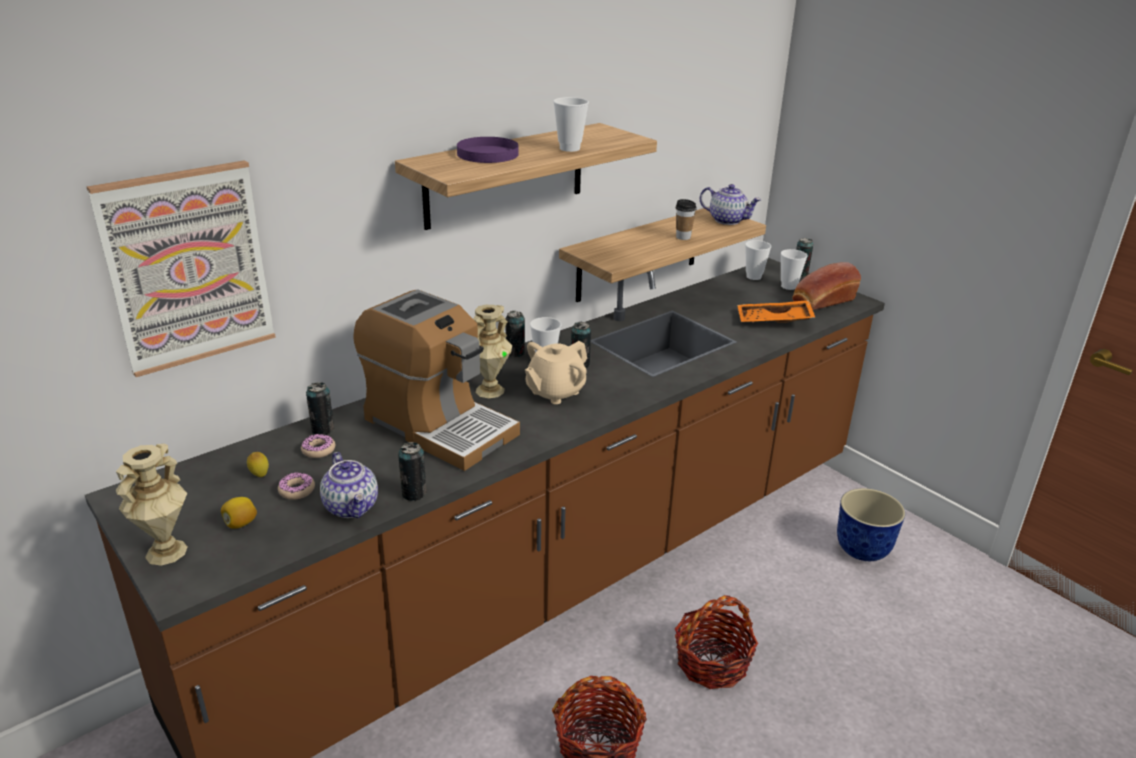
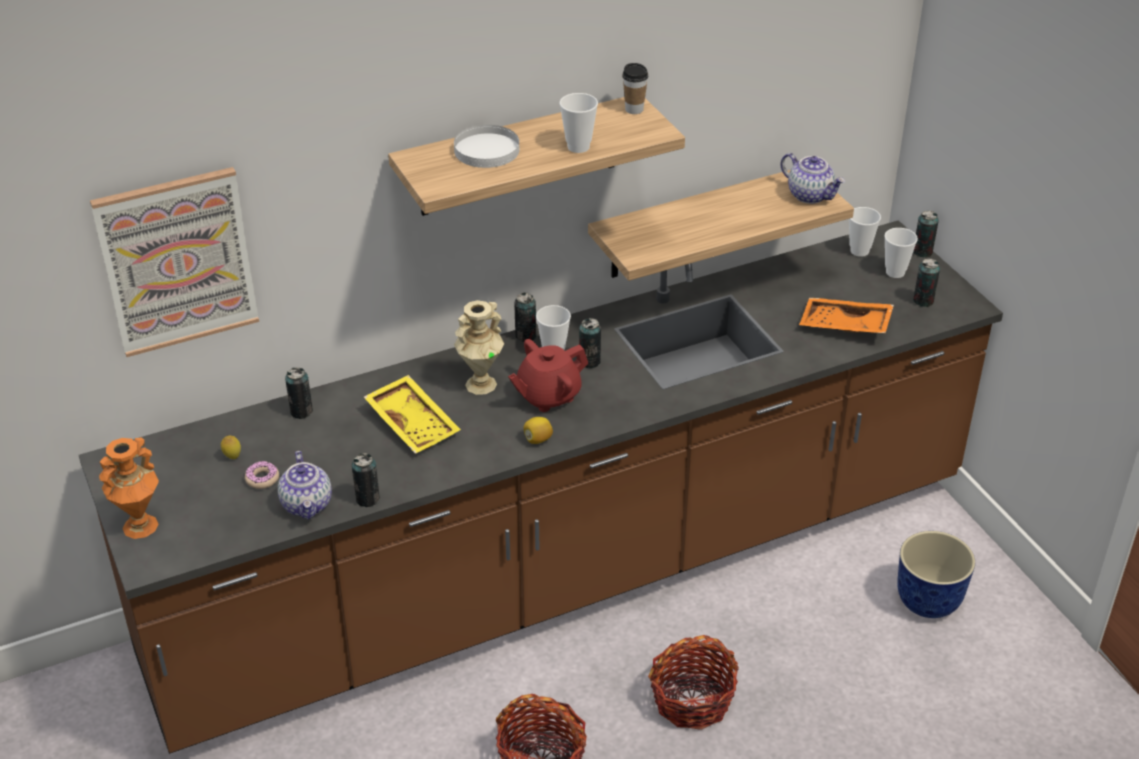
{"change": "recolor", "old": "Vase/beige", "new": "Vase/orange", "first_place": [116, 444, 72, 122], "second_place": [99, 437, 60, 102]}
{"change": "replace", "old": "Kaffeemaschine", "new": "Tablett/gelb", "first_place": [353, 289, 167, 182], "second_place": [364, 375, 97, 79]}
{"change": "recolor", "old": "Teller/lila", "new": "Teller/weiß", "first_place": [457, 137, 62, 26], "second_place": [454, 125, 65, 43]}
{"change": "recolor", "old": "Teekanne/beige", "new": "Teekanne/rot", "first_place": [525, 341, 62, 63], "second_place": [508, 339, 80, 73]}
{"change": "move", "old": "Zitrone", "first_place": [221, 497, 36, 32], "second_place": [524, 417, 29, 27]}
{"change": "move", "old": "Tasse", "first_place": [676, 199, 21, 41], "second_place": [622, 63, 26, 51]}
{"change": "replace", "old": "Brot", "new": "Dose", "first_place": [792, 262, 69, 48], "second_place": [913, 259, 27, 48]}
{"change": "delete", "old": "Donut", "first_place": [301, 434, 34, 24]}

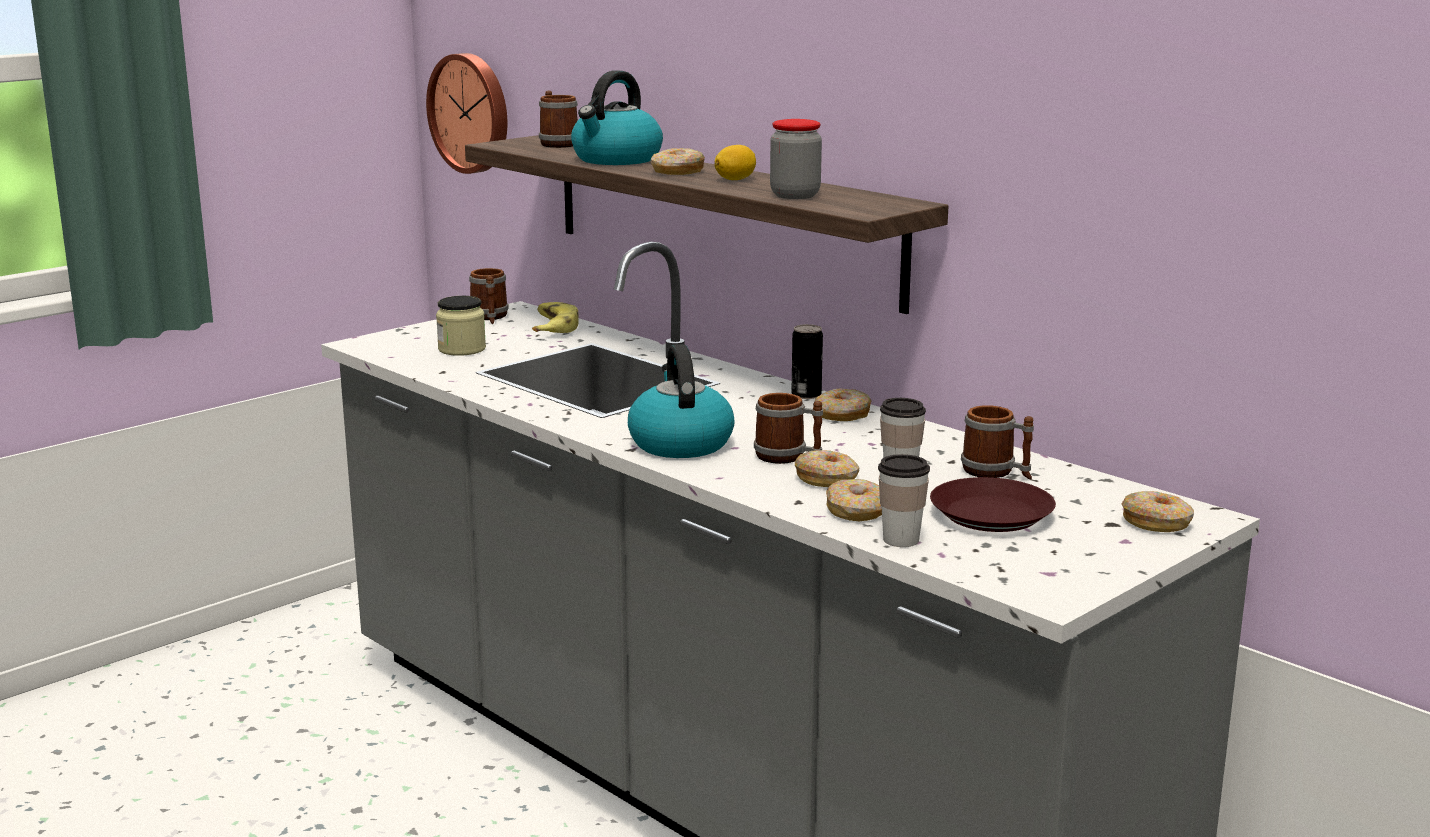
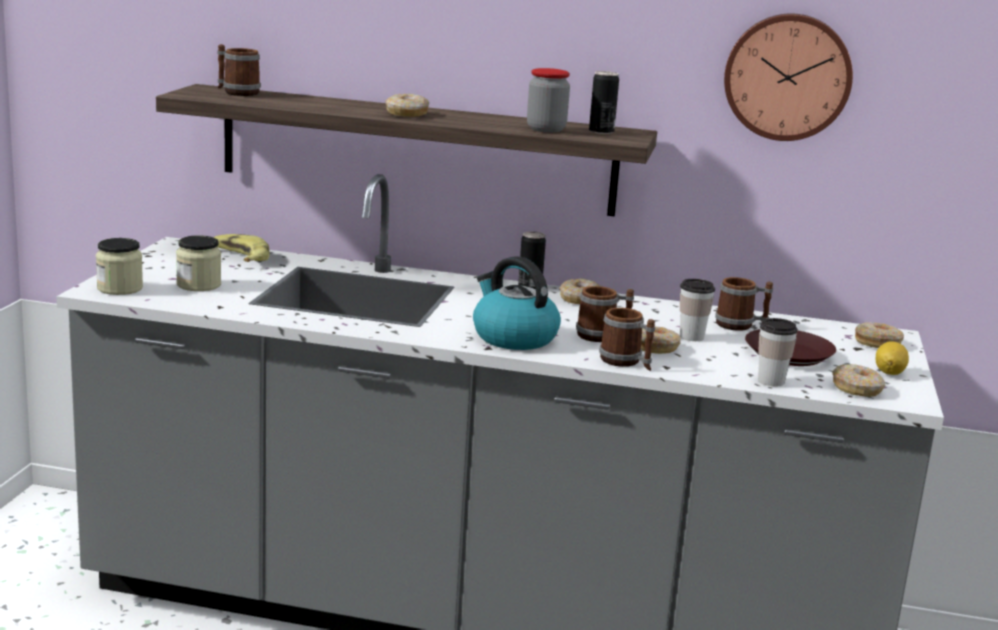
{"change": "insert", "new": "Vorratsglas", "second_place": [96, 238, 47, 57]}
{"change": "insert", "new": "Dose", "second_place": [589, 71, 30, 63]}
{"change": "move", "old": "Henkelbecher", "first_place": [469, 268, 40, 56], "second_place": [599, 308, 56, 63]}
{"change": "move", "old": "Wanduhr", "first_place": [426, 53, 81, 121], "second_place": [724, 13, 129, 128]}
{"change": "move", "old": "Donut", "first_place": [826, 479, 56, 42], "second_place": [832, 364, 53, 33]}
{"change": "move", "old": "Zitrone", "first_place": [715, 145, 41, 35], "second_place": [876, 341, 33, 34]}
{"change": "delete", "old": "Wasserkessel", "first_place": [571, 70, 92, 95]}

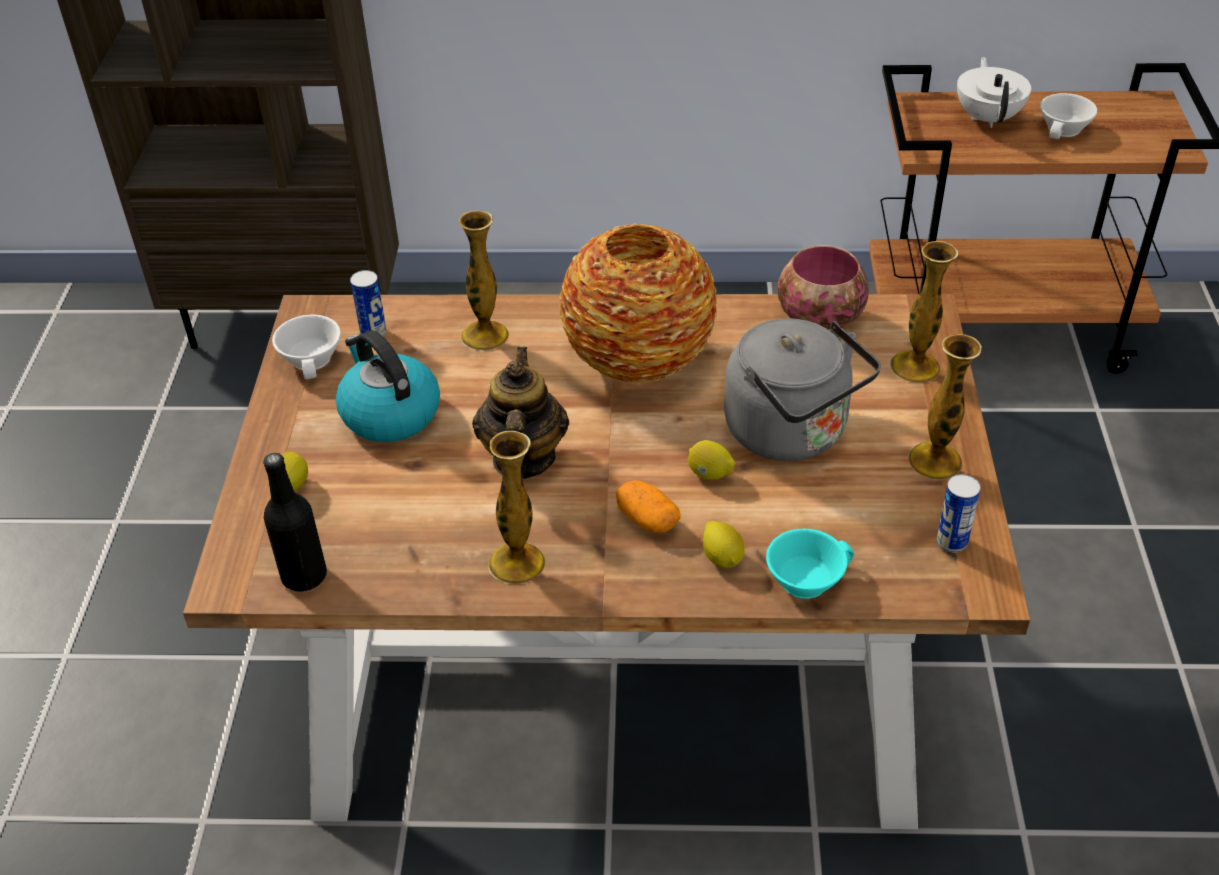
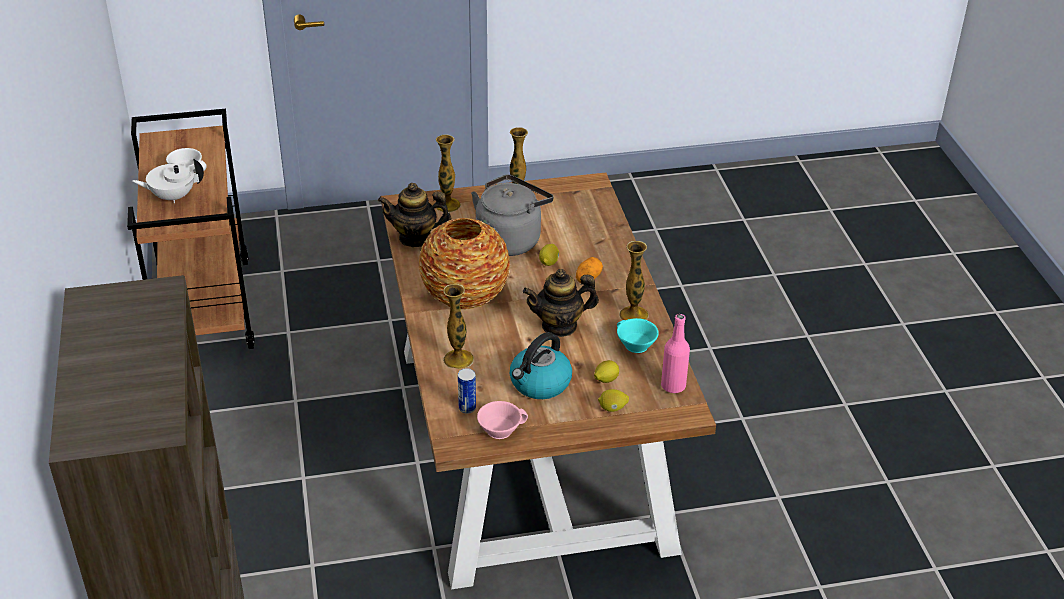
{"change": "replace", "old": "Schüssel", "new": "Teekanne", "first_place": [778, 245, 91, 85], "second_place": [378, 183, 73, 64]}
{"change": "recolor", "old": "Tasse/weiß", "new": "Tasse/rosa", "first_place": [272, 315, 69, 64], "second_place": [477, 401, 51, 38]}
{"change": "move", "old": "Zitrone", "first_place": [703, 521, 42, 47], "second_place": [594, 360, 25, 23]}
{"change": "move", "old": "Tasse/türkis", "first_place": [766, 529, 88, 70], "second_place": [617, 318, 42, 35]}
{"change": "recolor", "old": "Flasche/schwarz", "new": "Flasche/rosa", "first_place": [263, 453, 64, 139], "second_place": [661, 314, 29, 79]}
{"change": "delete", "old": "Dose", "first_place": [937, 474, 44, 79]}

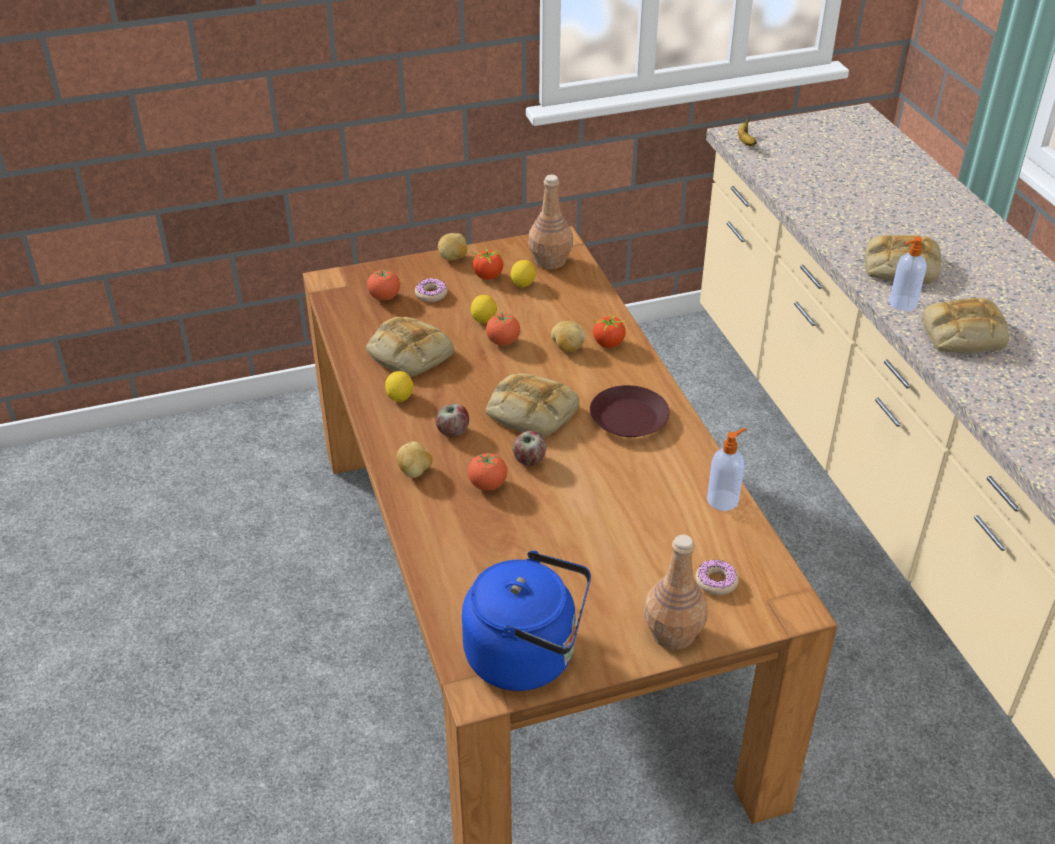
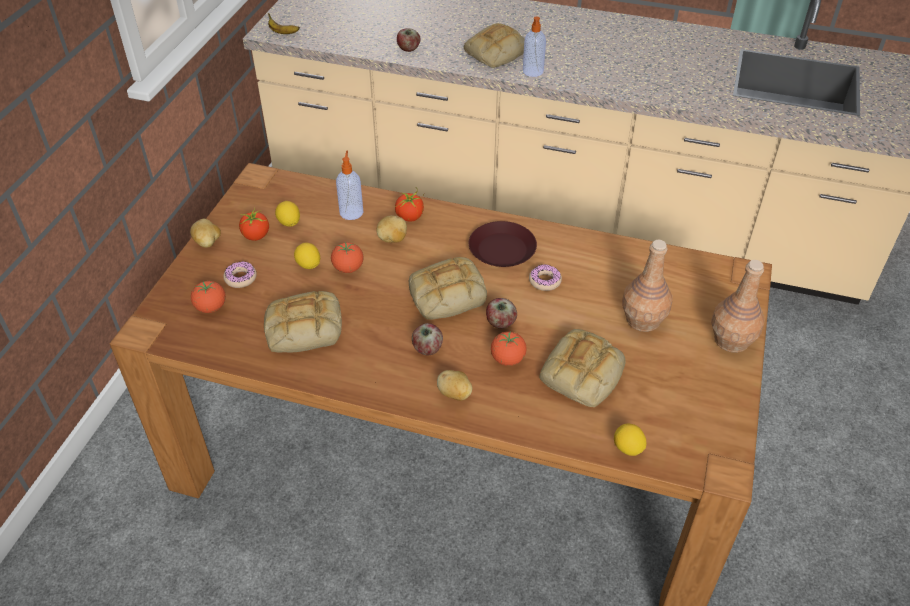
{"change": "move", "old": "Seifenspender", "first_place": [707, 428, 40, 83], "second_place": [336, 150, 27, 70]}
{"change": "insert", "new": "Apfel", "second_place": [397, 28, 23, 24]}
{"change": "move", "old": "Donut", "first_place": [696, 560, 43, 35], "second_place": [529, 264, 33, 27]}
{"change": "move", "old": "Brot", "first_place": [922, 298, 87, 55], "second_place": [539, 329, 87, 78]}
{"change": "move", "old": "Zitrone", "first_place": [385, 371, 28, 31], "second_place": [614, 424, 32, 32]}
{"change": "move", "old": "Flasche/braun", "first_place": [528, 175, 45, 94], "second_place": [622, 240, 51, 92]}
{"change": "delete", "old": "Wasserkessel/blau", "first_place": [462, 551, 129, 140]}

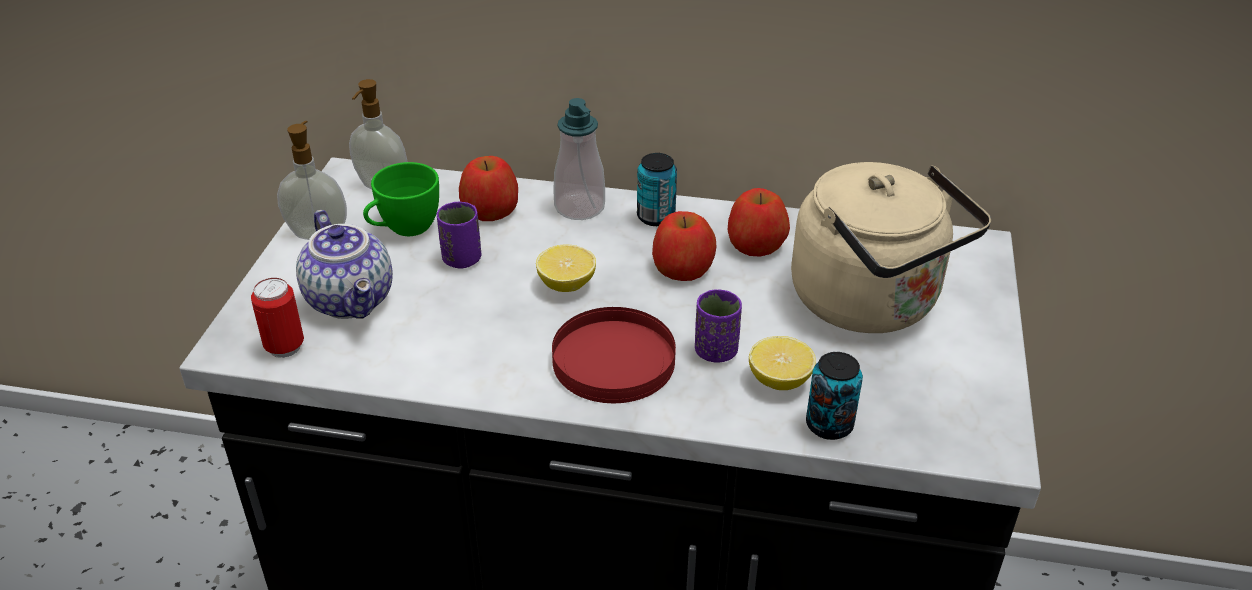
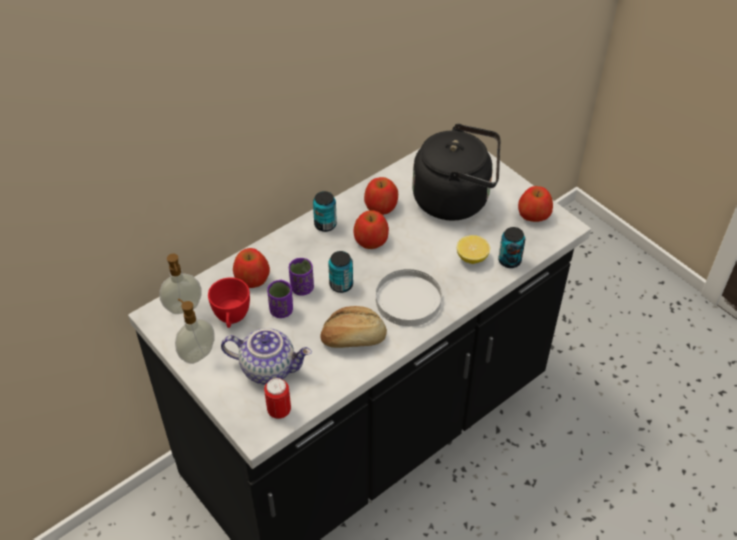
{"change": "recolor", "old": "Tasse/grün", "new": "Tasse/rot", "first_place": [363, 162, 76, 74], "second_place": [208, 278, 42, 50]}
{"change": "move", "old": "Tasse/lila", "first_place": [695, 290, 47, 72], "second_place": [289, 258, 25, 38]}
{"change": "insert", "new": "Brot", "second_place": [320, 306, 67, 42]}
{"change": "replace", "old": "Zitrone", "new": "Dose", "first_place": [536, 244, 60, 48], "second_place": [328, 251, 25, 42]}
{"change": "recolor", "old": "Teller/rot", "new": "Teller/weiß", "first_place": [552, 307, 124, 96], "second_place": [376, 269, 66, 57]}
{"change": "recolor", "old": "Wasserkessel/beige", "new": "Wasserkessel/schwarz", "first_place": [791, 162, 200, 171], "second_place": [412, 124, 88, 97]}
{"change": "insert", "new": "Apfel", "second_place": [518, 186, 35, 36]}
{"change": "delete", "old": "Seifenspender", "first_place": [553, 98, 52, 122]}

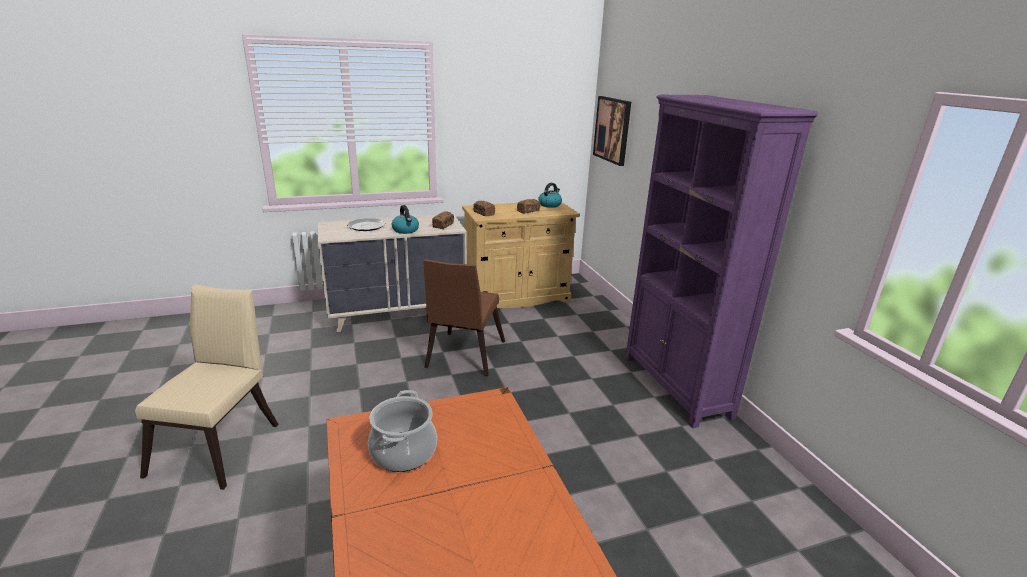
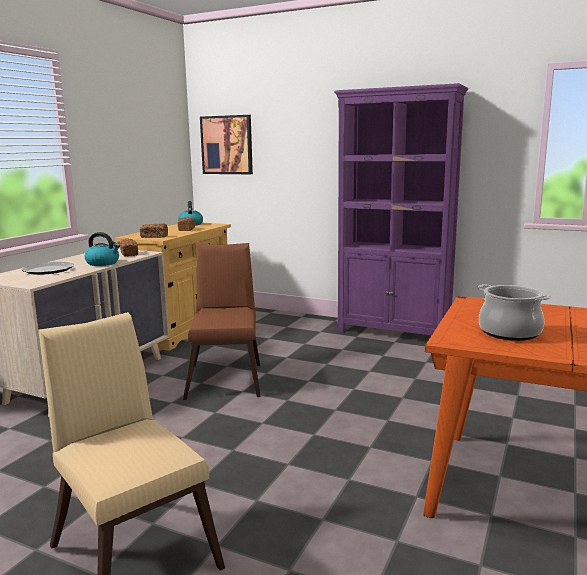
{"change": "rotate", "old": "Stuhl/braun", "first_place": [423, 259, 82, 117], "second_place": [183, 243, 77, 157], "degrees": -150}

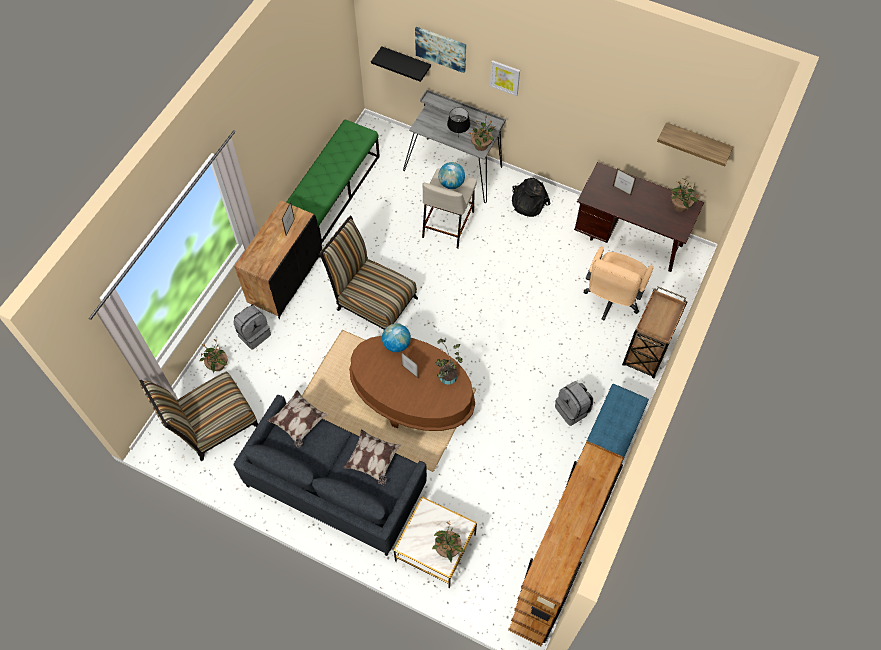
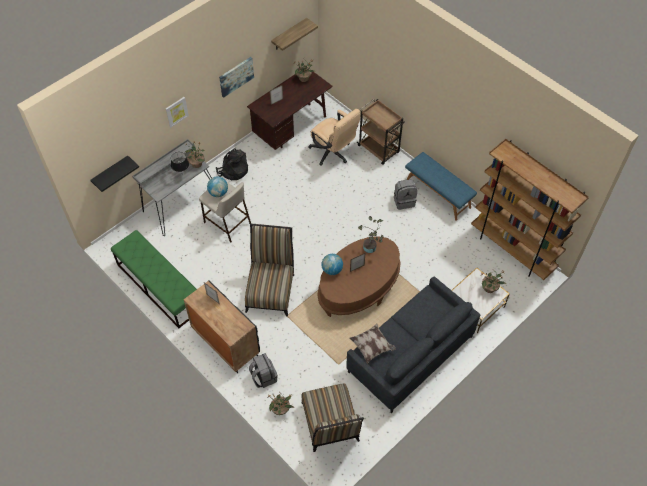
{"change": "move", "old": "Bild", "first_place": [415, 27, 51, 46], "second_place": [219, 57, 35, 41]}
{"change": "rotate", "old": "Stuhl", "first_place": [319, 215, 99, 115], "second_place": [245, 224, 49, 93], "degrees": 135}
{"change": "delete", "old": "Kissen", "first_place": [343, 429, 58, 56]}

